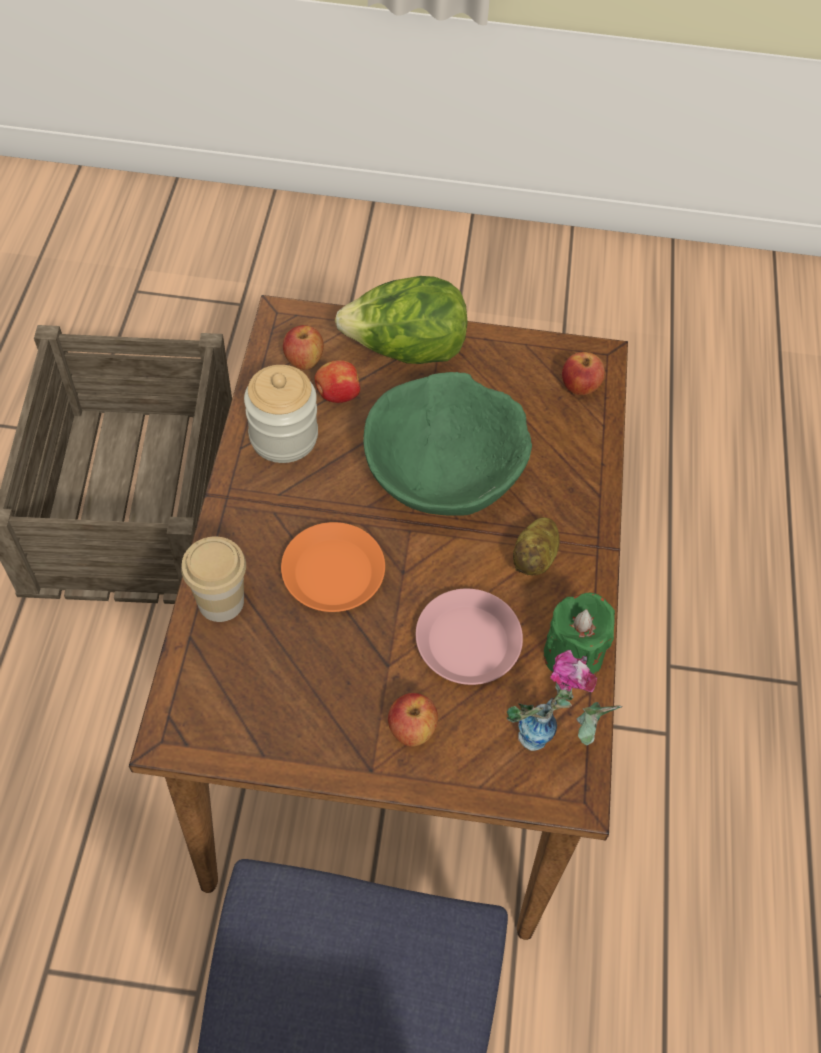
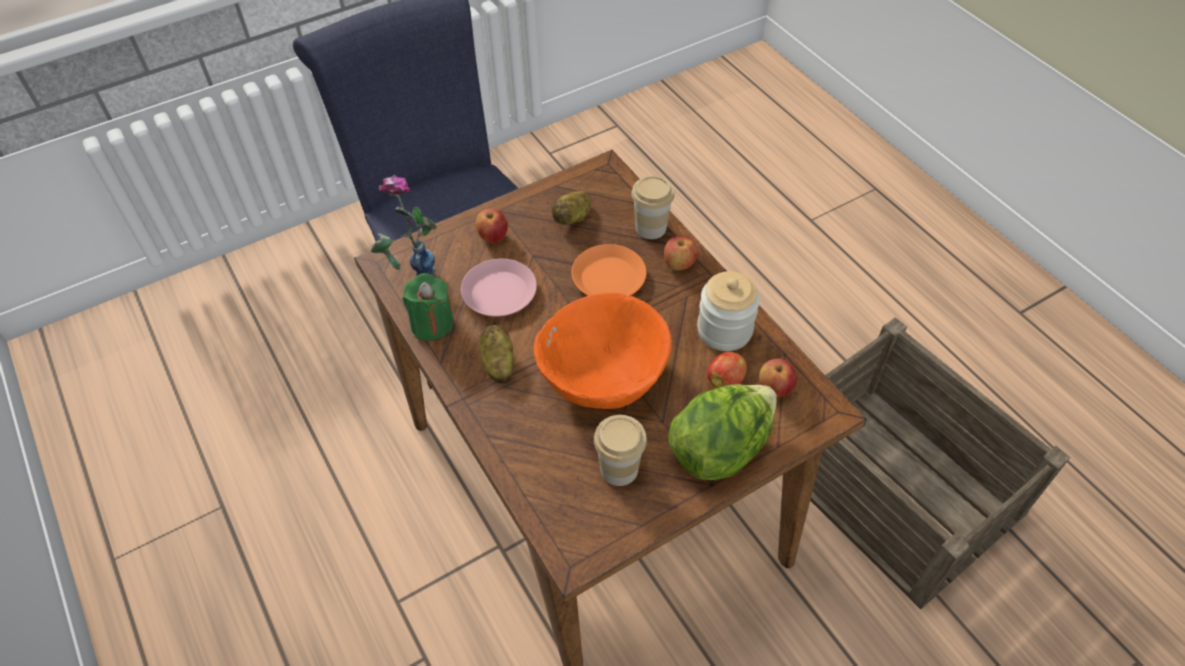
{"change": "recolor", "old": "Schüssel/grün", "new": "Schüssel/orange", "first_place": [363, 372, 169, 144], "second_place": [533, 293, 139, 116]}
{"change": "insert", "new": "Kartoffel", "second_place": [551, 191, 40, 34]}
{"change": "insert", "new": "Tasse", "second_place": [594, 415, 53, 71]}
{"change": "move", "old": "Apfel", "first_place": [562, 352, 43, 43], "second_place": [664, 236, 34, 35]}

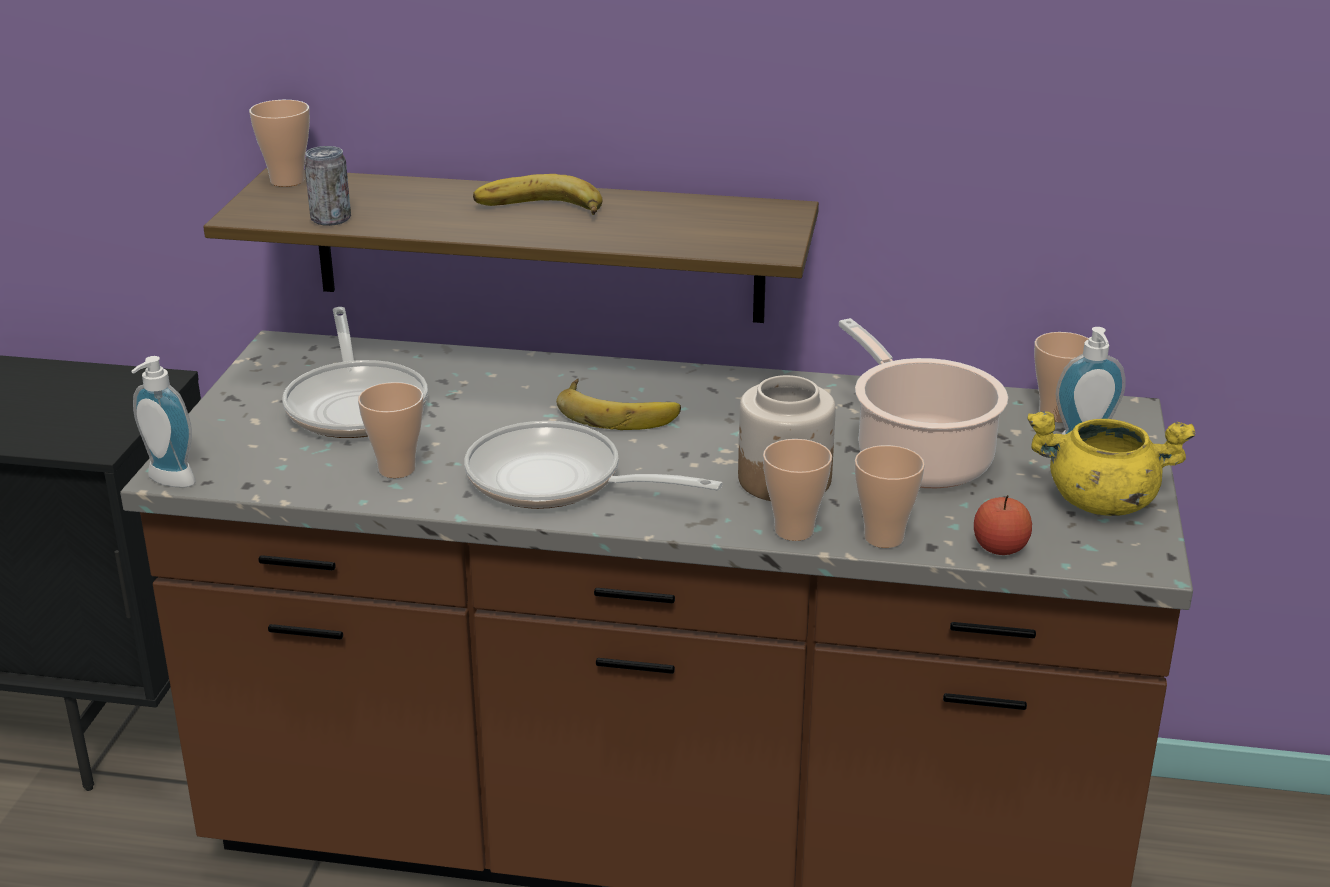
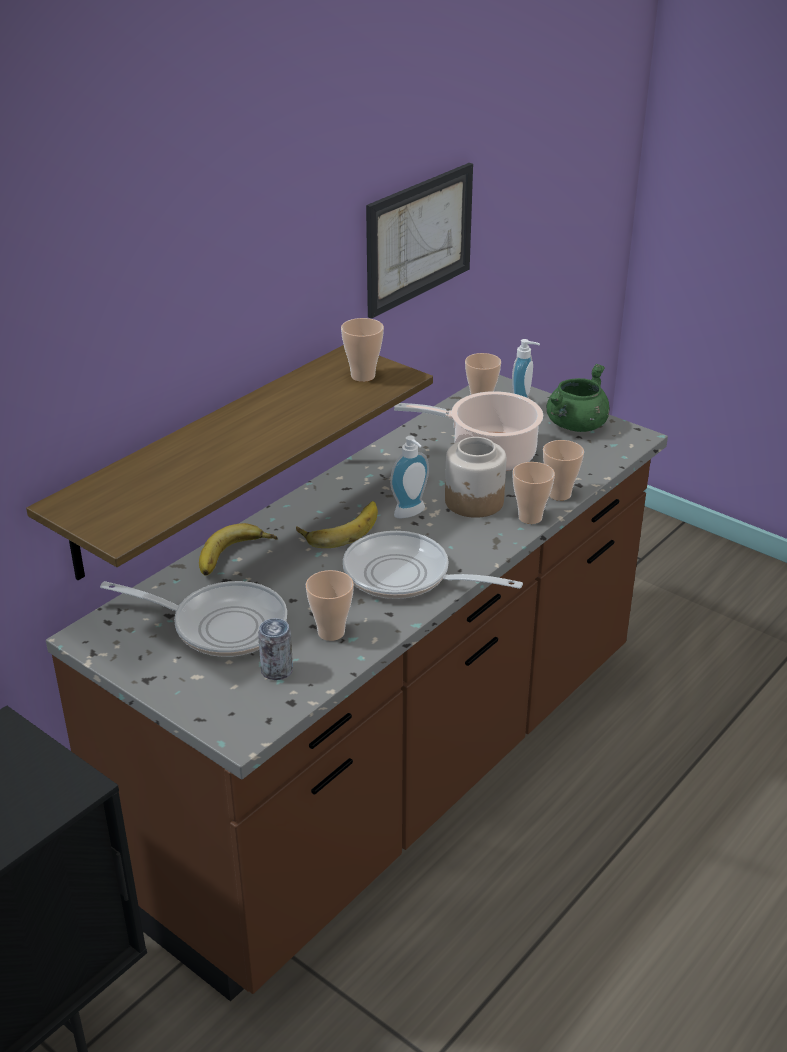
{"change": "move", "old": "Banane", "first_place": [473, 174, 129, 41], "second_place": [199, 523, 78, 52]}
{"change": "move", "old": "Dose", "first_place": [304, 146, 47, 80], "second_place": [258, 618, 35, 62]}
{"change": "move", "old": "Tasse", "first_place": [249, 100, 61, 87], "second_place": [341, 318, 43, 64]}
{"change": "rotate", "old": "Pfanne", "first_place": [464, 421, 259, 88], "second_place": [343, 531, 180, 68], "degrees": 60}
{"change": "insert", "new": "Bild", "second_place": [366, 163, 107, 156]}
{"change": "move", "old": "Seifenspender", "first_place": [131, 356, 64, 132], "second_place": [390, 436, 39, 82]}
{"change": "recolor", "old": "Kochtopf/gelb", "new": "Kochtopf/grün", "first_place": [1027, 411, 168, 105], "second_place": [547, 364, 63, 68]}
{"change": "delete", "old": "Apfel", "first_place": [974, 495, 58, 60]}

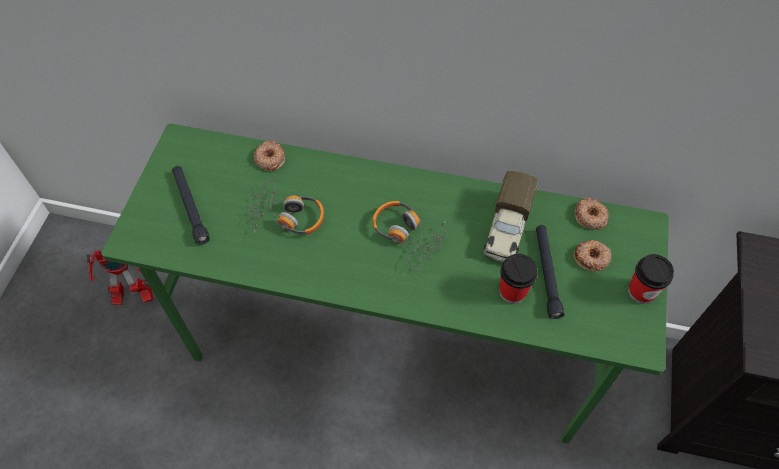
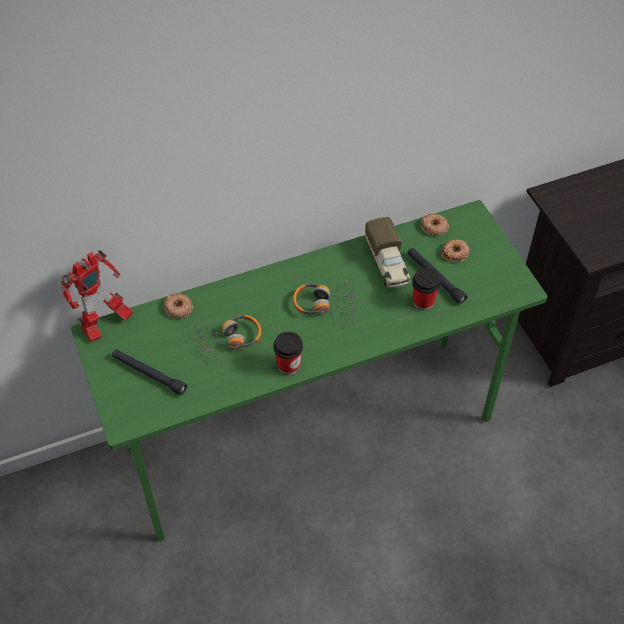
{"change": "move", "old": "Spielzeugroboter", "first_place": [86, 250, 68, 55], "second_place": [61, 250, 72, 92]}
{"change": "move", "old": "Tasse", "first_place": [628, 254, 46, 50], "second_place": [273, 331, 30, 44]}

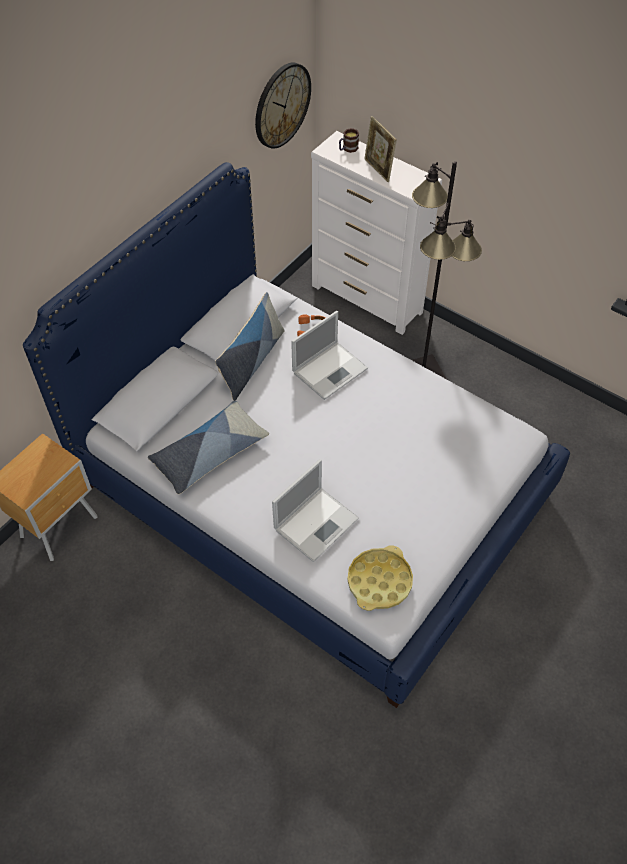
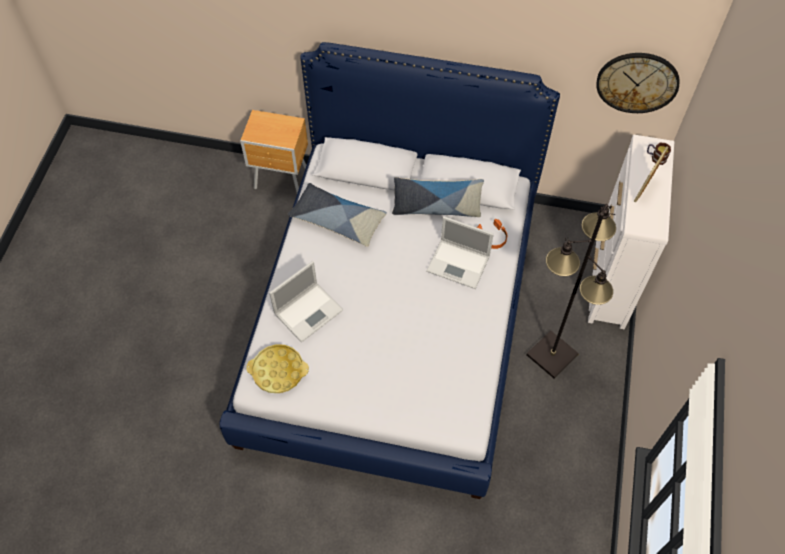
{"change": "rotate", "old": "Laptop", "first_place": [272, 459, 87, 103], "second_place": [269, 261, 74, 82], "degrees": -60}

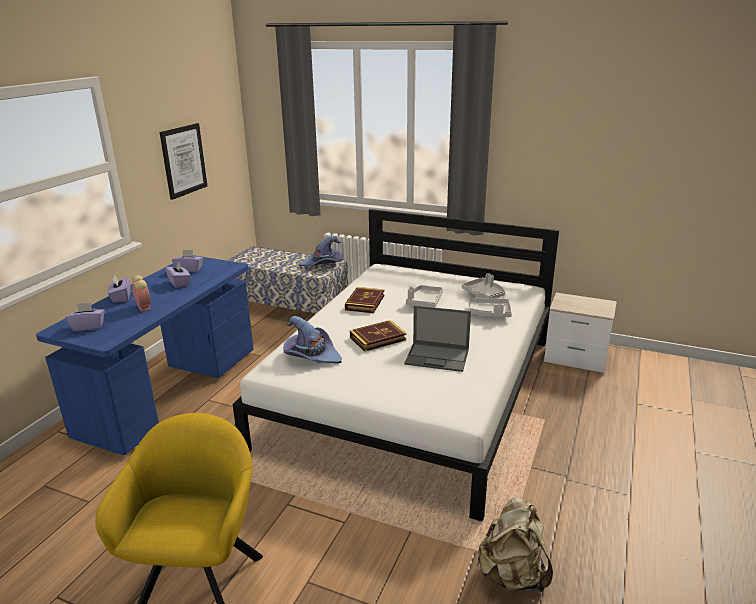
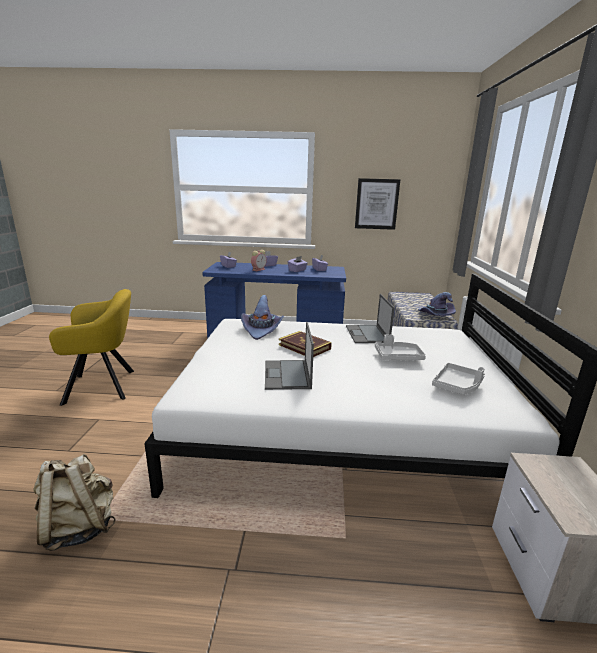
{"change": "replace", "old": "Buch", "new": "Laptop", "first_place": [345, 287, 40, 26], "second_place": [346, 294, 49, 49]}
{"change": "delete", "old": "Tablett/grau", "first_place": [469, 298, 43, 19]}

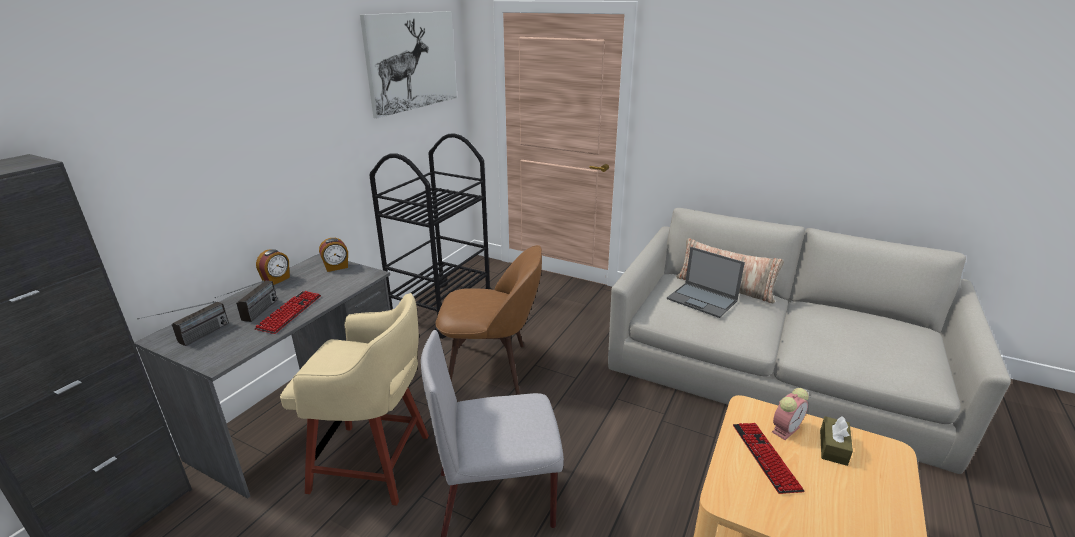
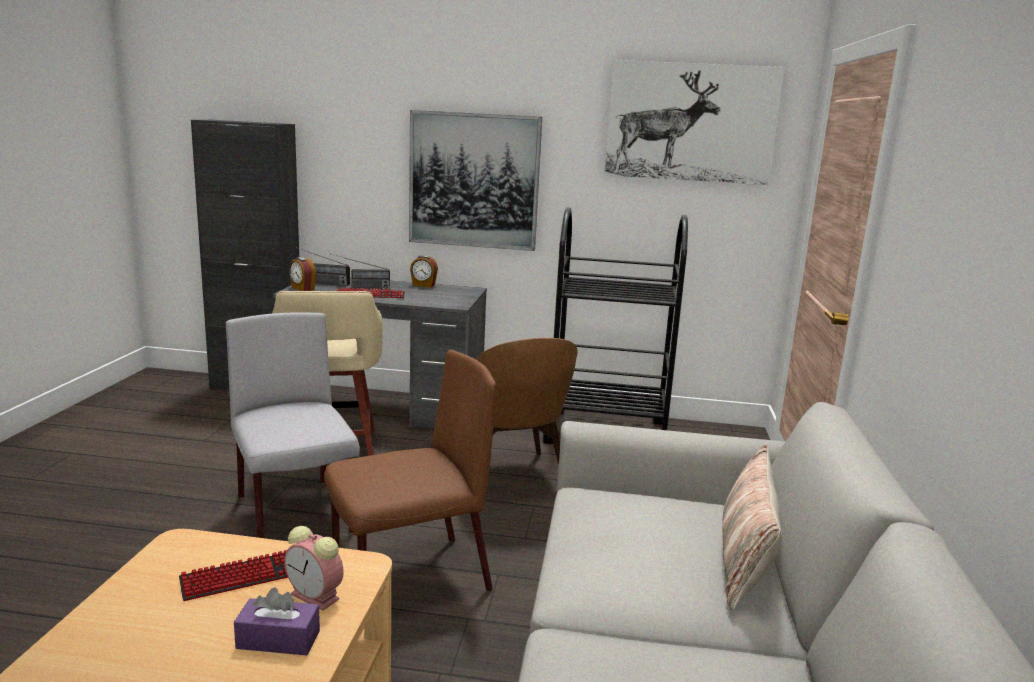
{"change": "recolor", "old": "Taschentuchbox/braun", "new": "Taschentuchbox/lila", "first_place": [820, 416, 33, 50], "second_place": [234, 587, 86, 68]}
{"change": "move", "old": "Wecker", "first_place": [319, 238, 29, 34], "second_place": [289, 257, 27, 34]}
{"change": "insert", "new": "Stuhl/braun", "second_place": [324, 350, 172, 241]}
{"change": "insert", "new": "Bild", "second_place": [409, 110, 133, 141]}
{"change": "delete", "old": "Laptop", "first_place": [667, 247, 78, 71]}

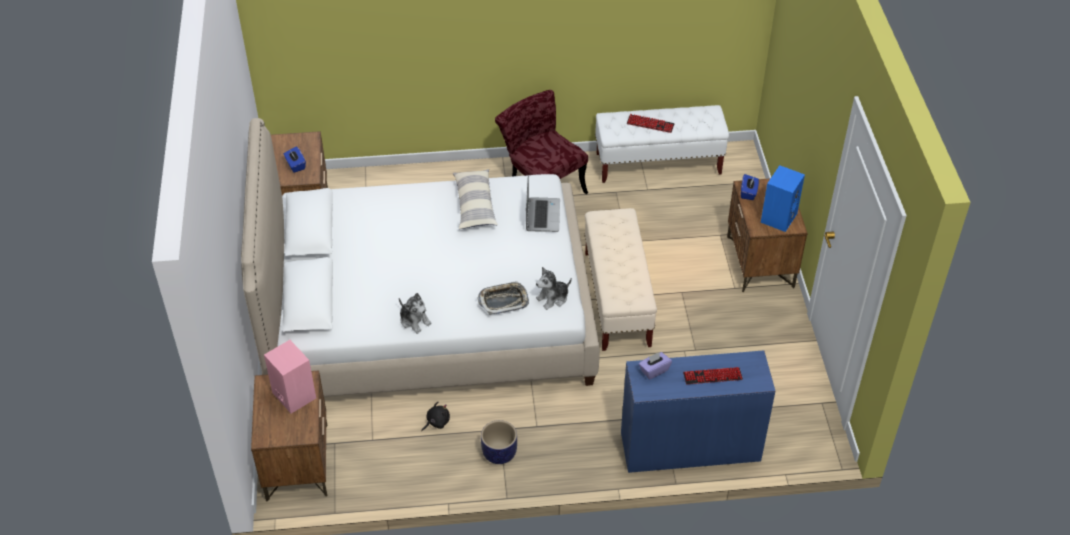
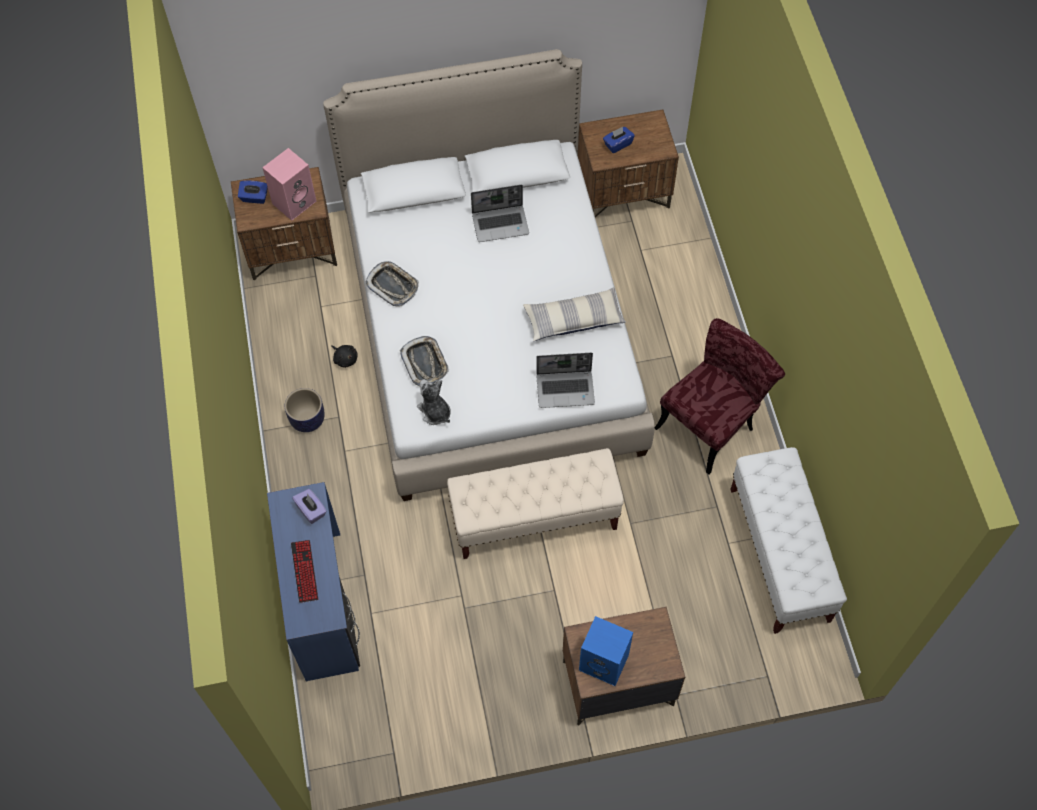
{"change": "move", "old": "Taschentuchbox/blau", "first_place": [741, 174, 18, 26], "second_place": [238, 181, 30, 23]}
{"change": "replace", "old": "Plüschtier", "new": "Tablett", "first_place": [399, 293, 33, 41], "second_place": [365, 261, 54, 45]}
{"change": "insert", "new": "Laptop", "second_place": [471, 185, 58, 57]}
{"change": "delete", "old": "Tastatur", "first_place": [627, 114, 48, 19]}

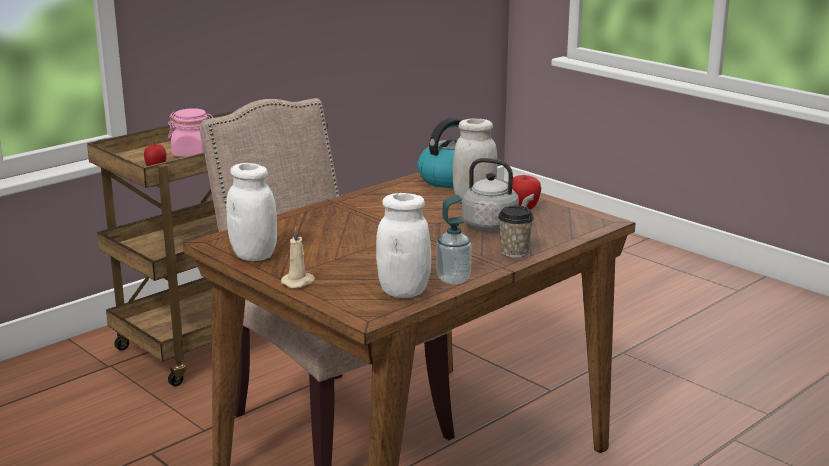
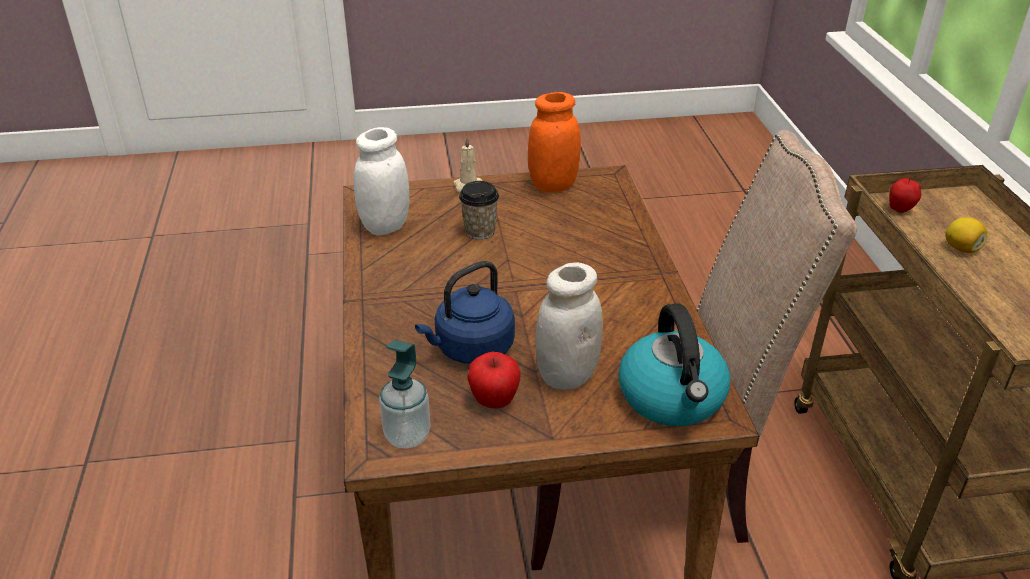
{"change": "move", "old": "Seifenspender", "first_place": [436, 195, 36, 89], "second_place": [379, 340, 52, 109]}
{"change": "recolor", "old": "Wasserkessel/grau", "new": "Wasserkessel/blau", "first_place": [462, 158, 72, 72], "second_place": [415, 261, 100, 103]}
{"change": "move", "old": "Tasse", "first_place": [498, 206, 36, 52], "second_place": [459, 181, 40, 59]}
{"change": "recolor", "old": "Vorratsglas/weiß", "new": "Vorratsglas/orange", "first_place": [226, 163, 51, 98], "second_place": [528, 92, 53, 100]}
{"change": "replace", "old": "Vorratsglas/rosa", "new": "Zitrone", "first_place": [168, 108, 45, 49], "second_place": [945, 217, 42, 36]}

